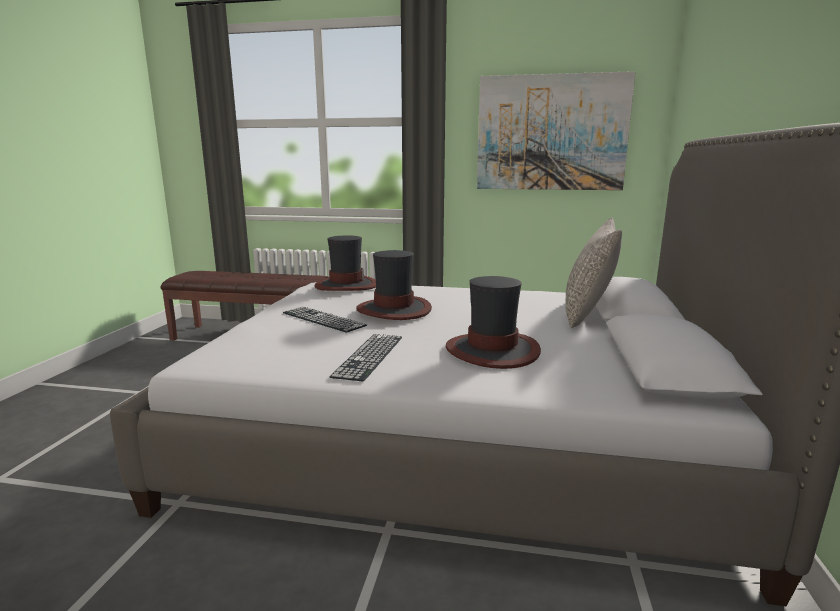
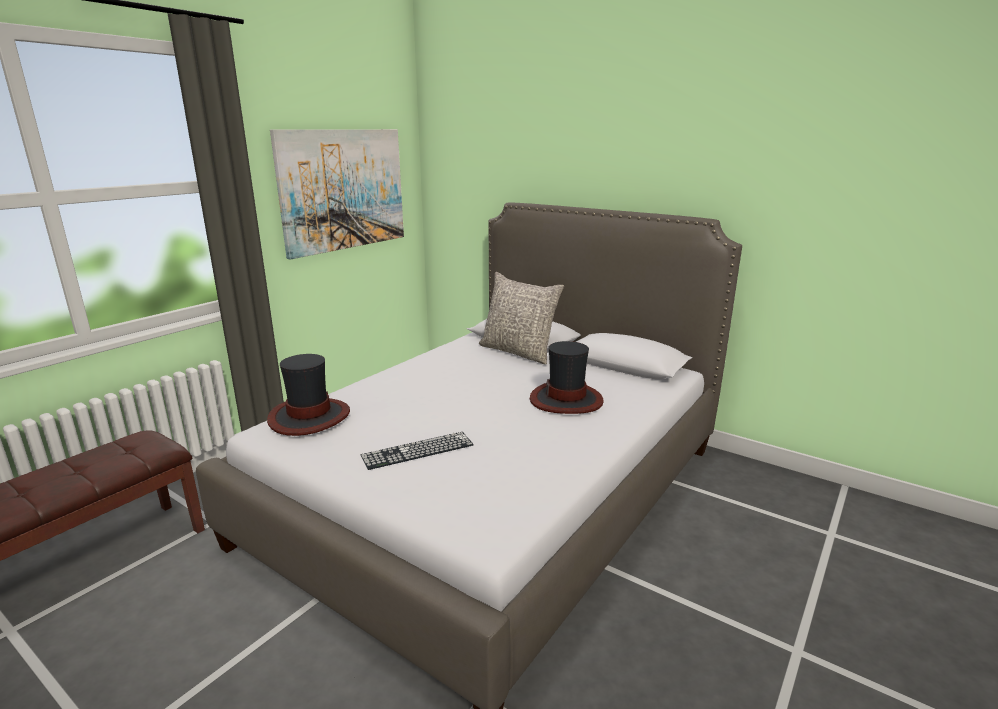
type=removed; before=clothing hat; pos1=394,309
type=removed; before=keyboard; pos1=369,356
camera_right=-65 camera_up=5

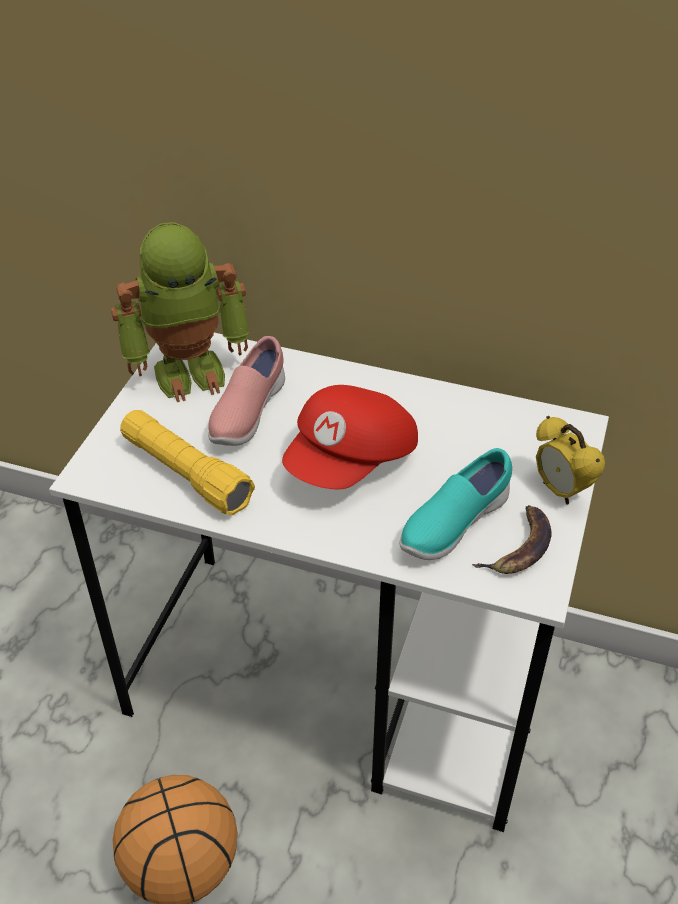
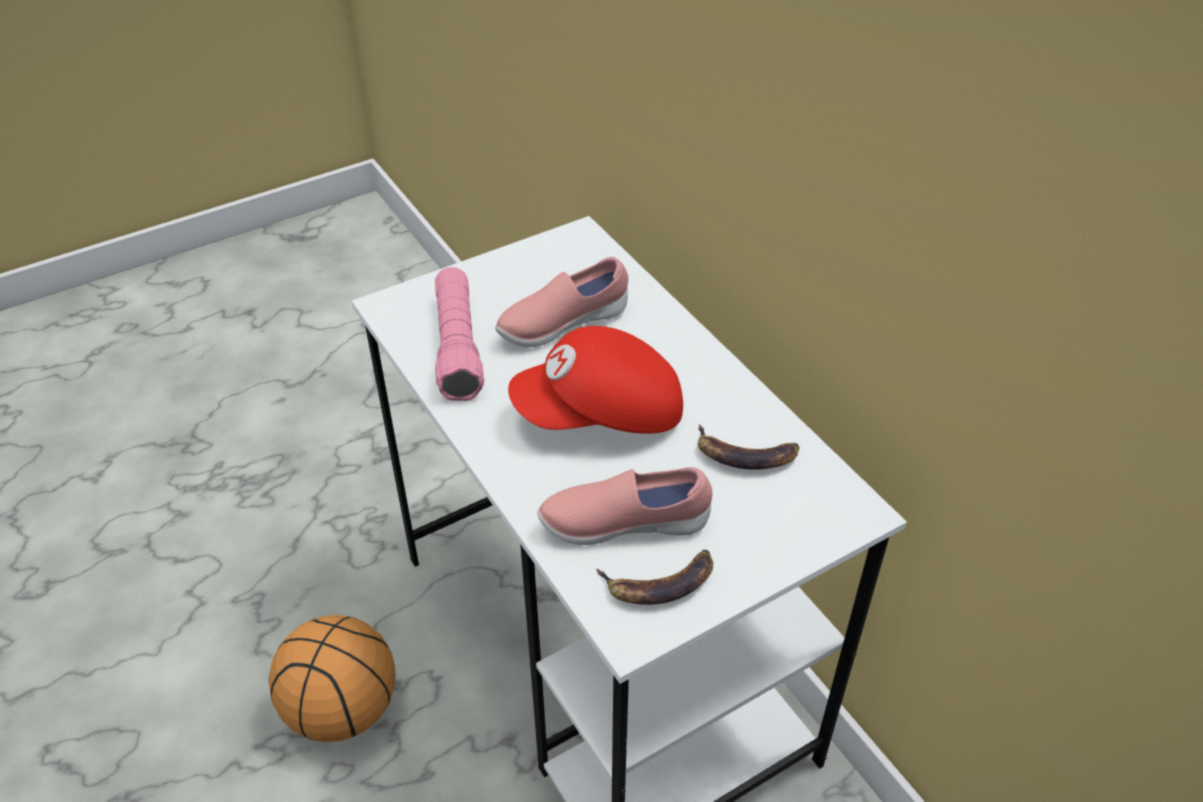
type=removed; before=robot figure; pos1=189,370
type=recoloured; before=yellow flashlight; after=pink-coloured flashlight; pos1=186,474; pos2=457,346
type=removed; before=bedside clock; pos1=560,491
type=recoloured; before=turquoise-coloured item of footwear; after=pink-coloured item of footwear; pos1=453,524; pos2=623,524
type=added; after=banana fruit; pos2=745,454
camera_right=40 camera_up=0

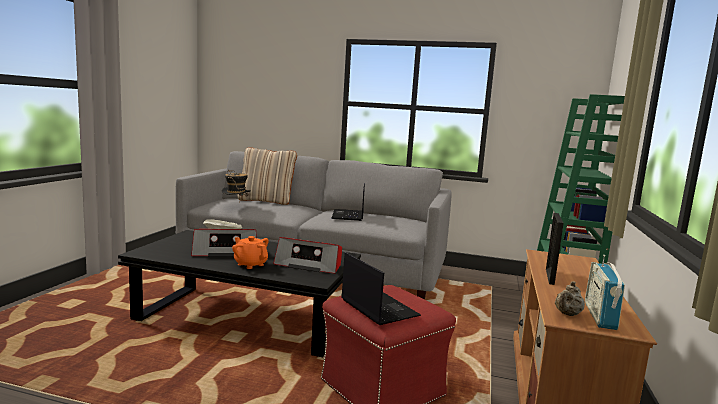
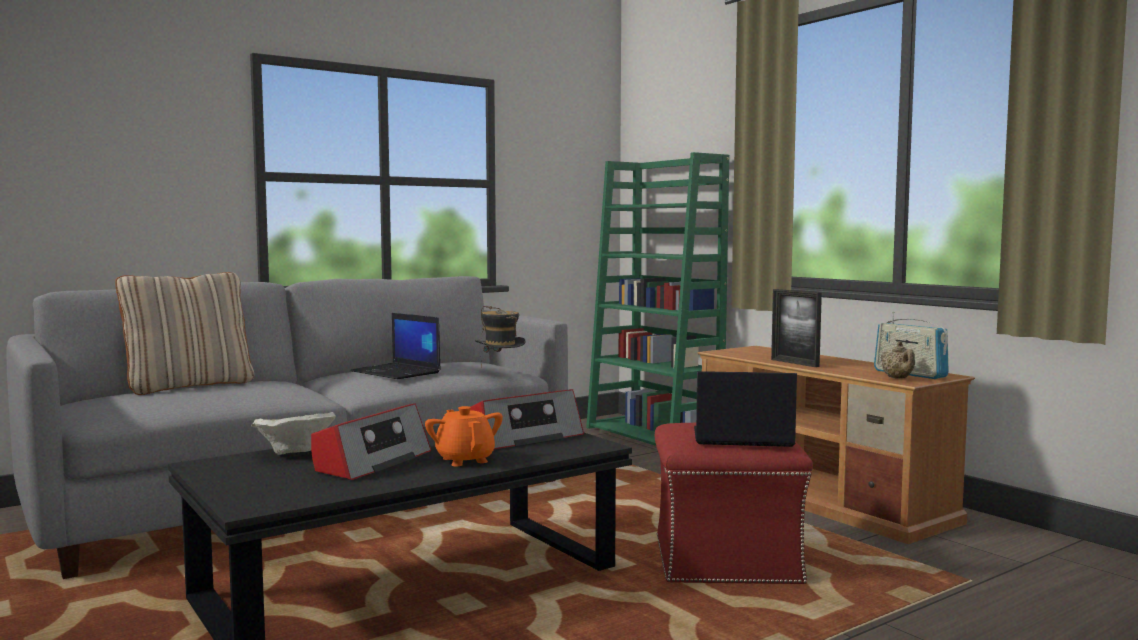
type=moved; before=clothing hat; pos1=236,206; pos2=500,370
type=turned; before=orange teapot; pos1=250,264; pos2=465,460; turn=75
camera_right=-50 camera_up=-5

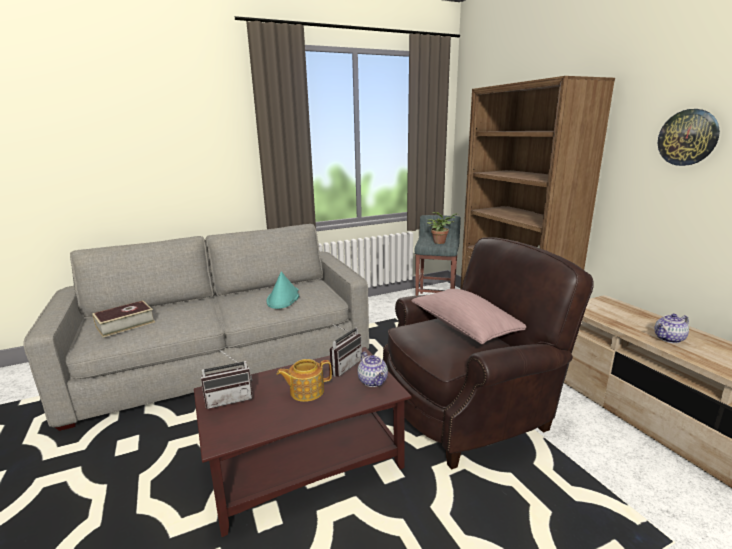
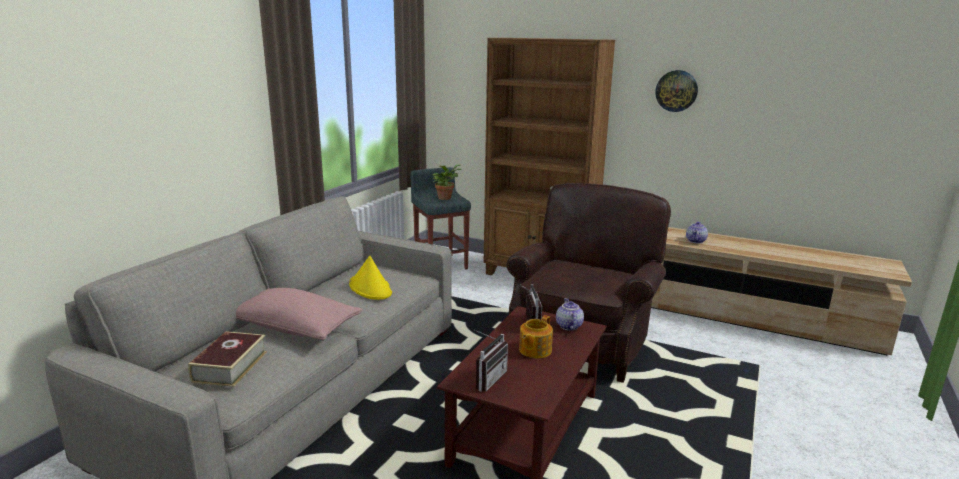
type=recoloured; before=turquoise-coloured clothing hat; after=yellow clothing hat; pos1=283,298; pos2=370,288
type=moved; before=pink-coloured pillow; pos1=465,327; pos2=295,328
type=turned; before=teapot; pos1=373,381; pos2=568,326; turn=-120
camera_right=-40 camera_up=0

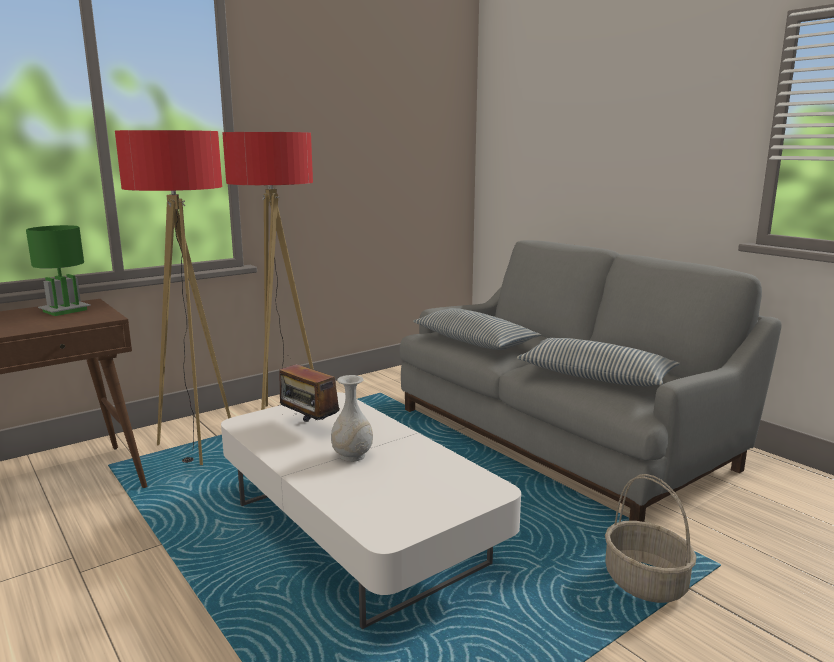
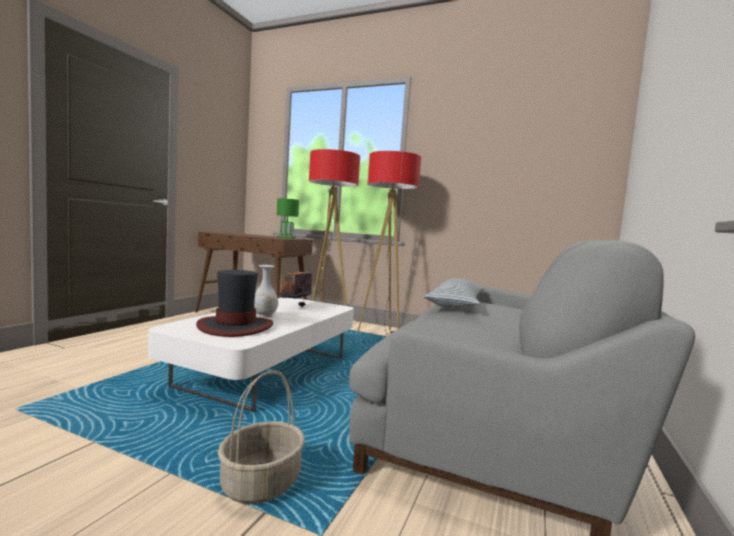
type=removed; before=pillow; pos1=595,376
type=added; after=clothing hat; pos2=235,327
camera_right=60 camera_up=-10

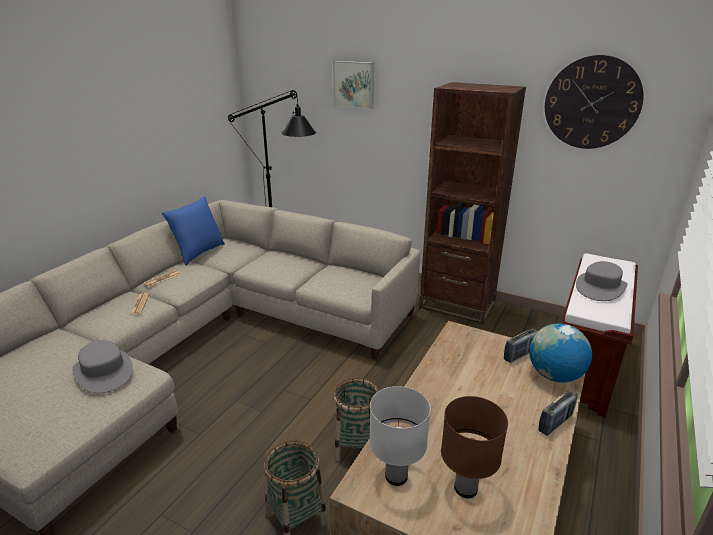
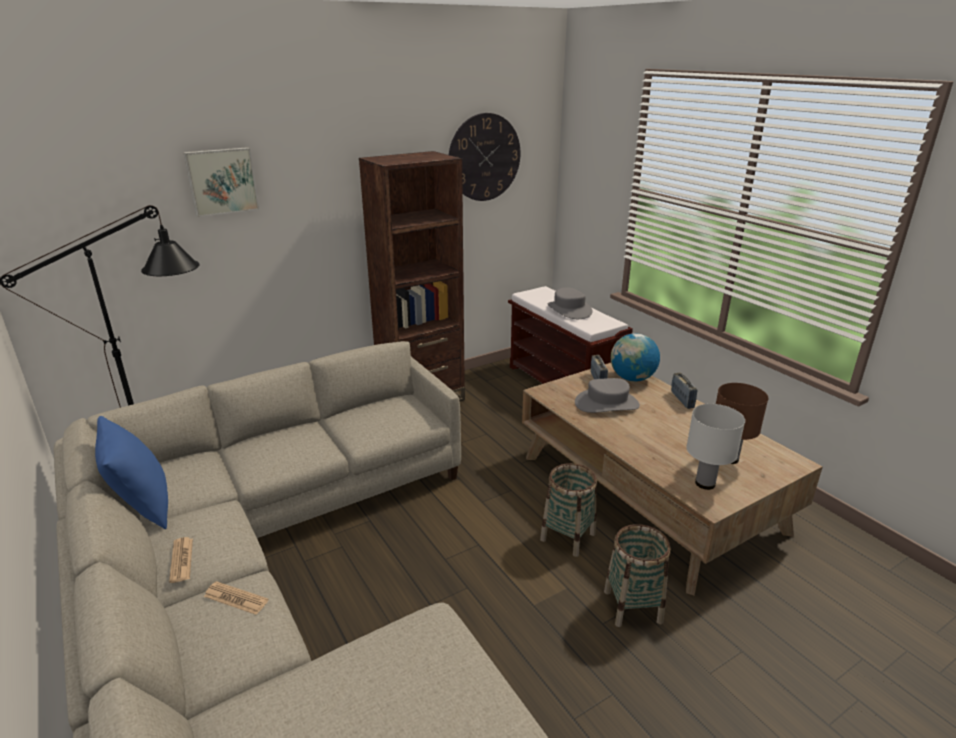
type=moved; before=greyish clothing hat; pos1=104,371; pos2=606,403
camera_right=-60 camera_up=0

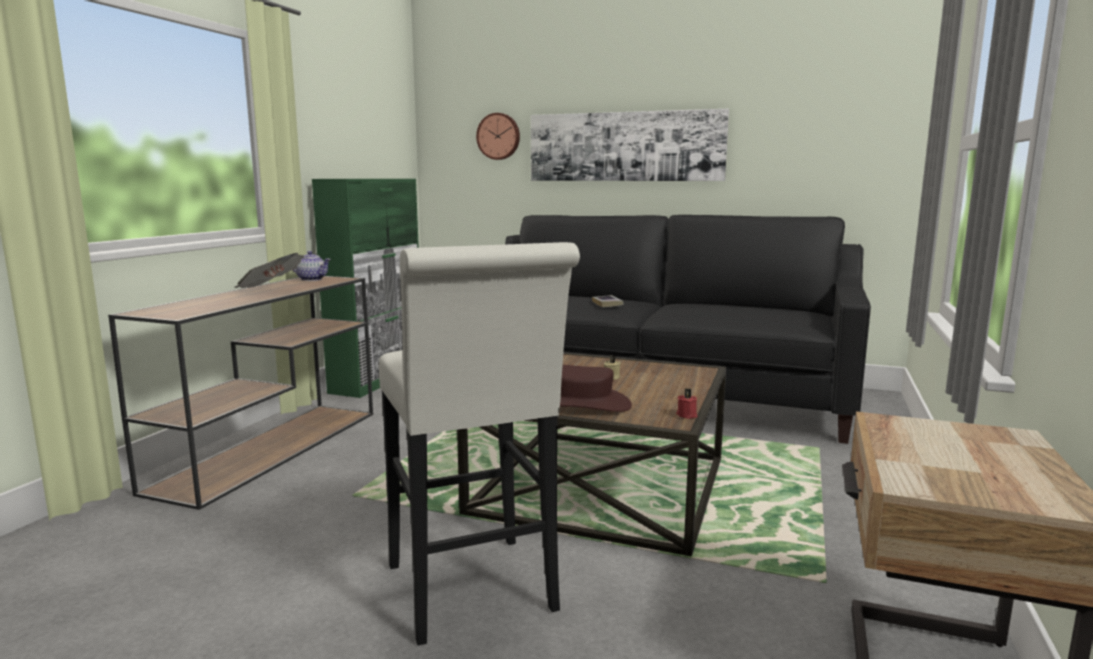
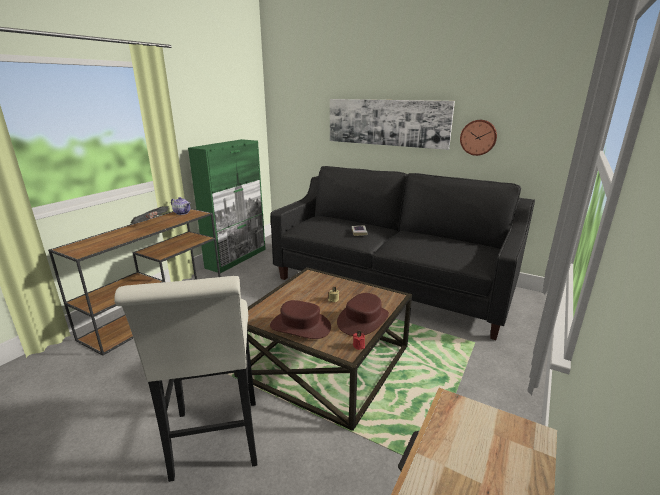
type=moved; before=wall clock; pos1=499,136; pos2=478,137
type=added; after=brownish clothing hat; pos2=363,320
camera_right=10 camera_up=10

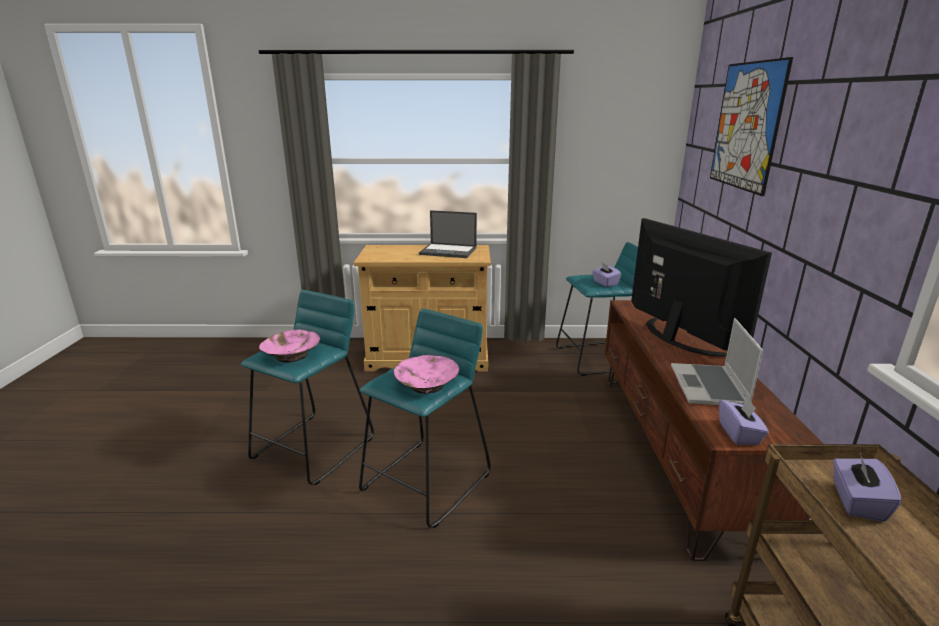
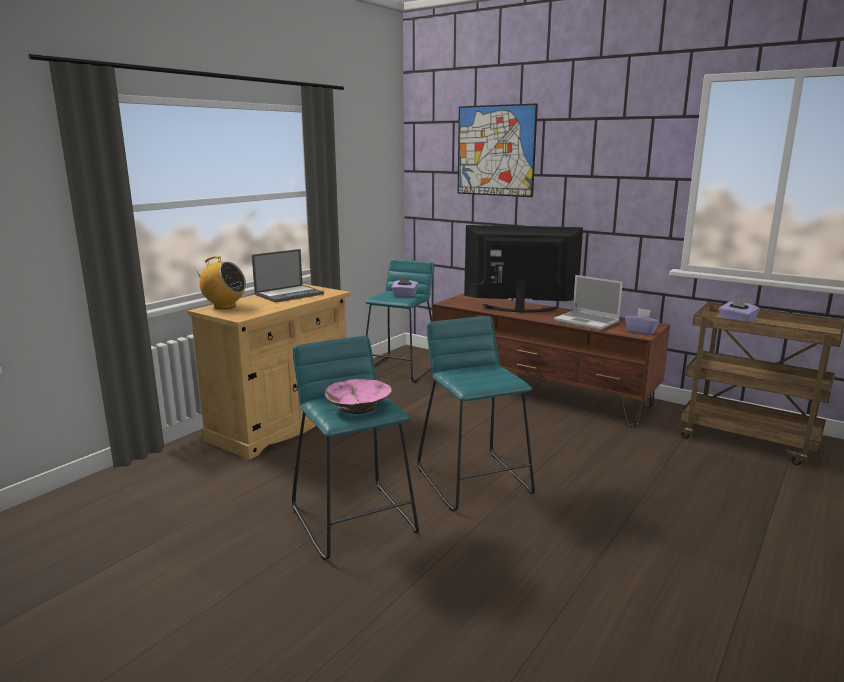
type=removed; before=pink-coloured serving bowl; pos1=426,384
type=added; after=radio; pos2=224,306
camera_right=-55 camera_up=-5

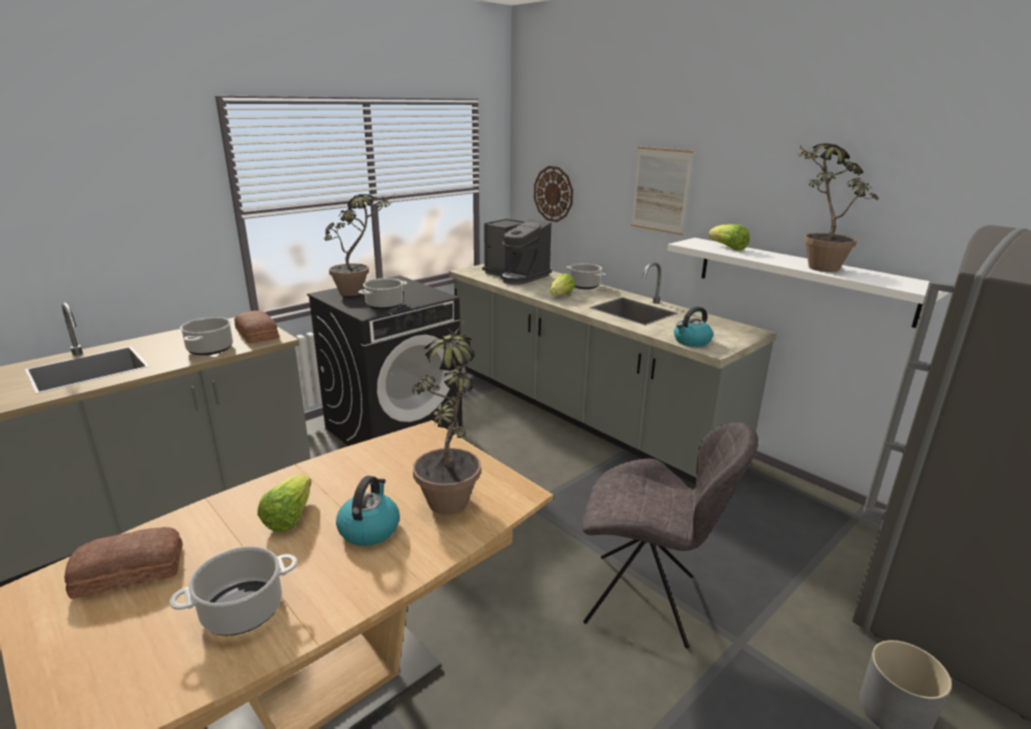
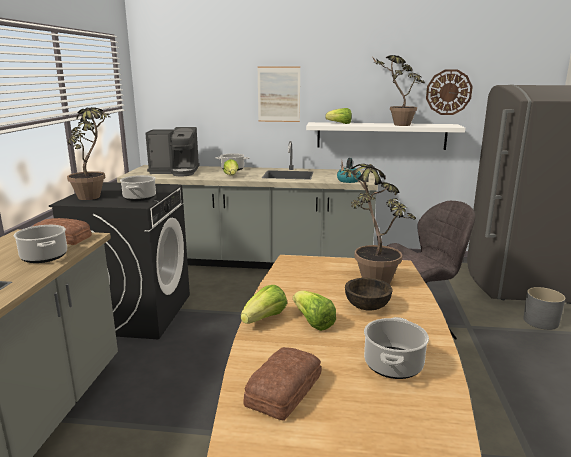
type=moved; before=wall clock; pos1=553,194; pos2=448,92
type=replaced; before=tea kettle; after=brownish serving bowl; pos1=369,529; pos2=367,306
type=added; after=head of lettuce; pos2=265,319
camera_right=-40 camera_up=-5

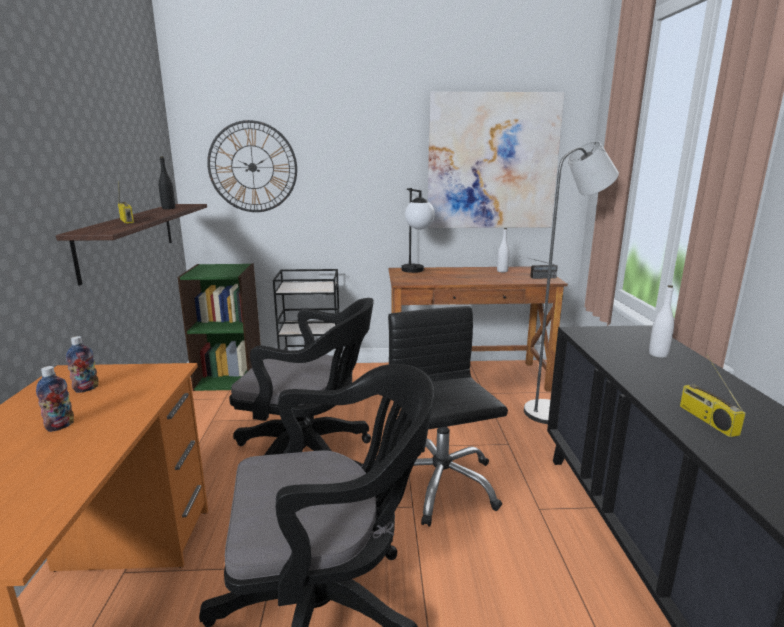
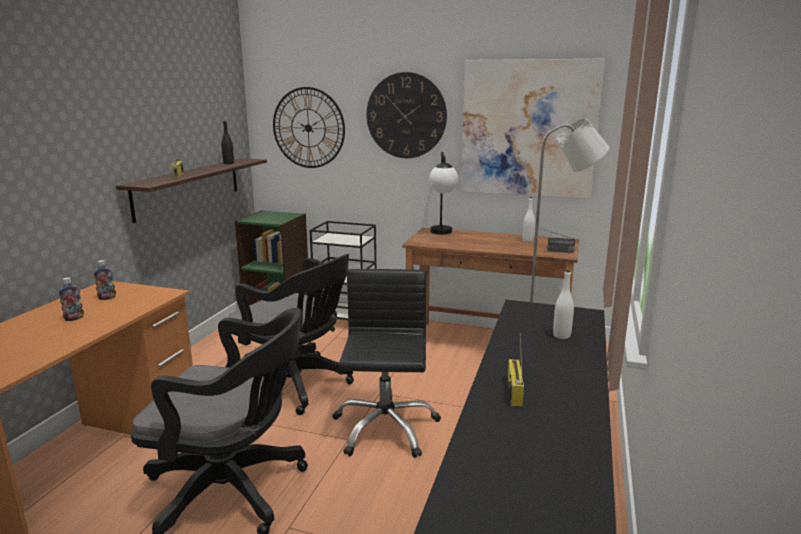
type=added; after=wall clock; pos2=406,116
camera_right=20 camera_up=0

